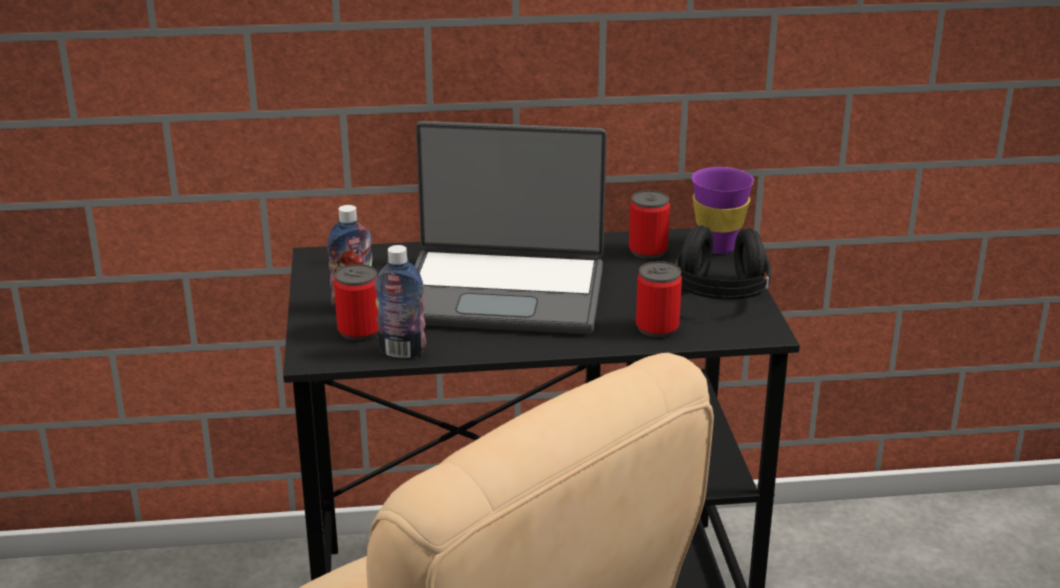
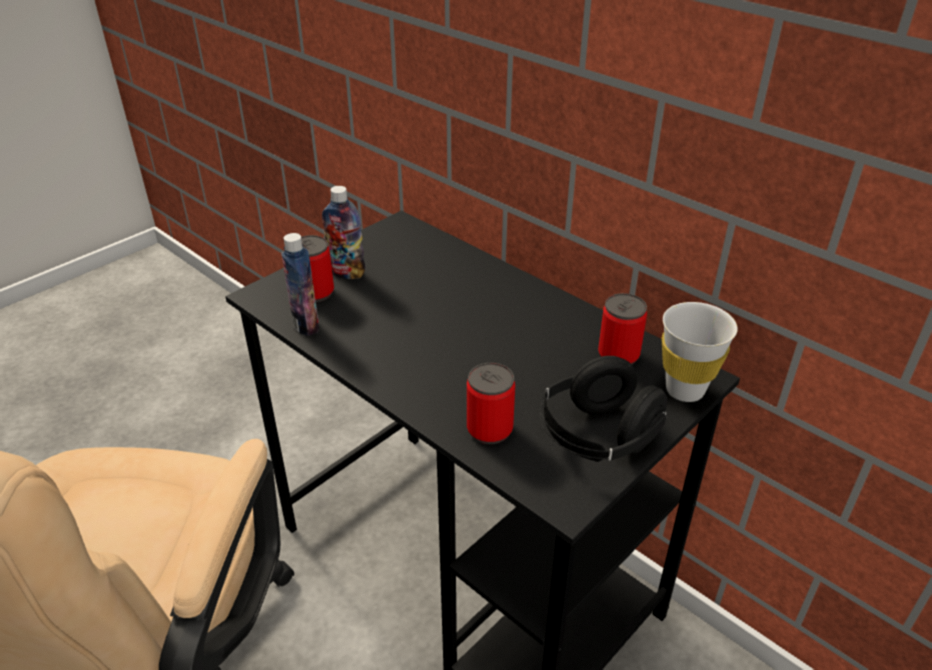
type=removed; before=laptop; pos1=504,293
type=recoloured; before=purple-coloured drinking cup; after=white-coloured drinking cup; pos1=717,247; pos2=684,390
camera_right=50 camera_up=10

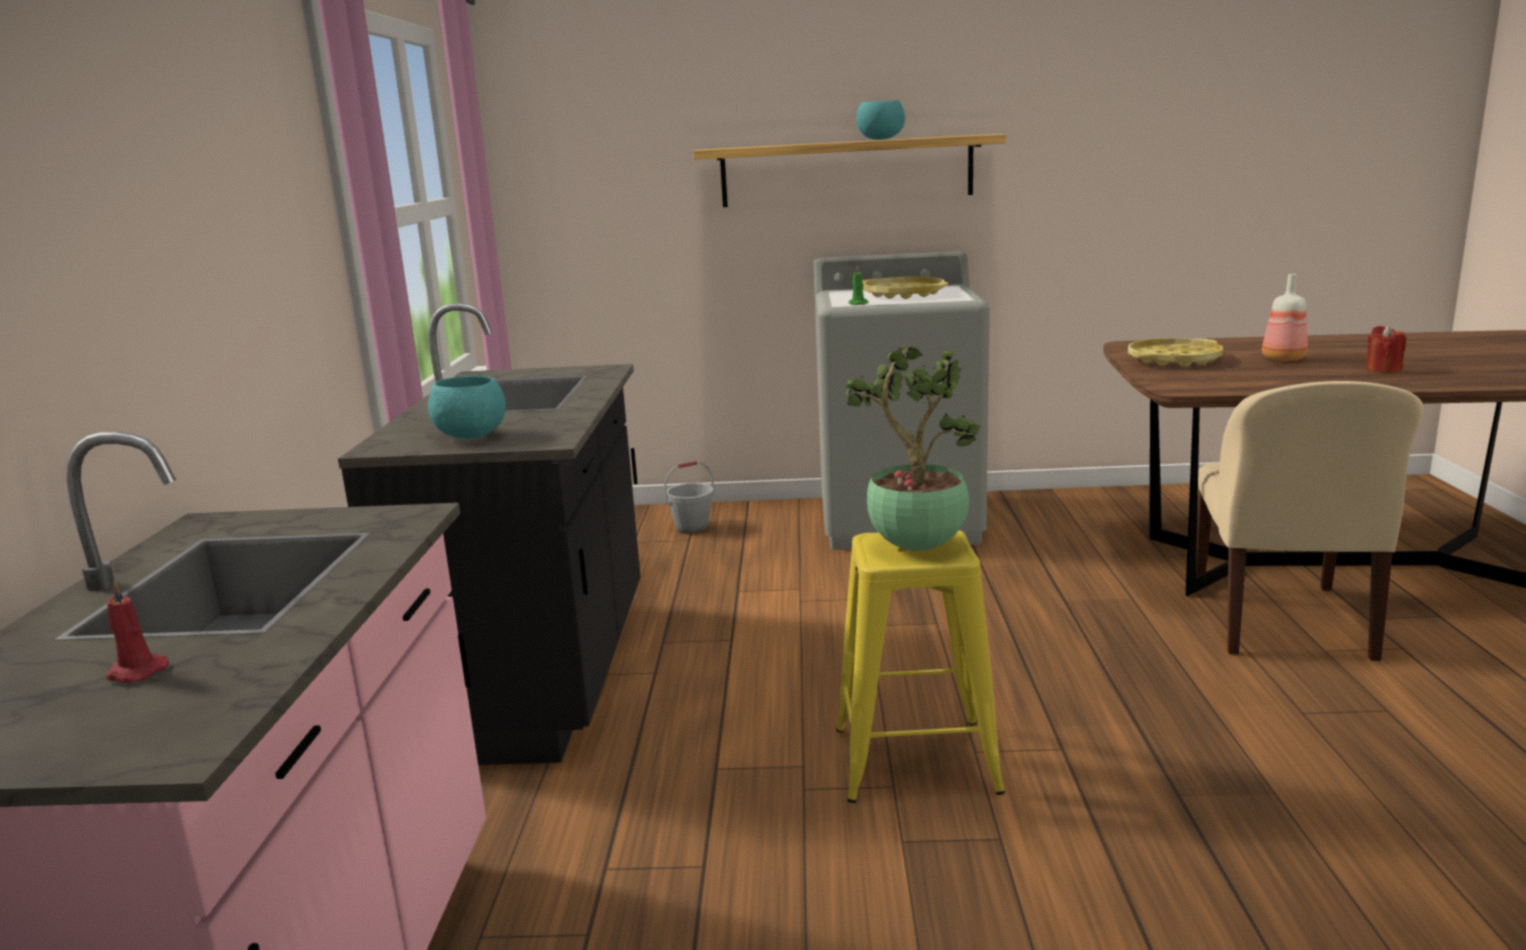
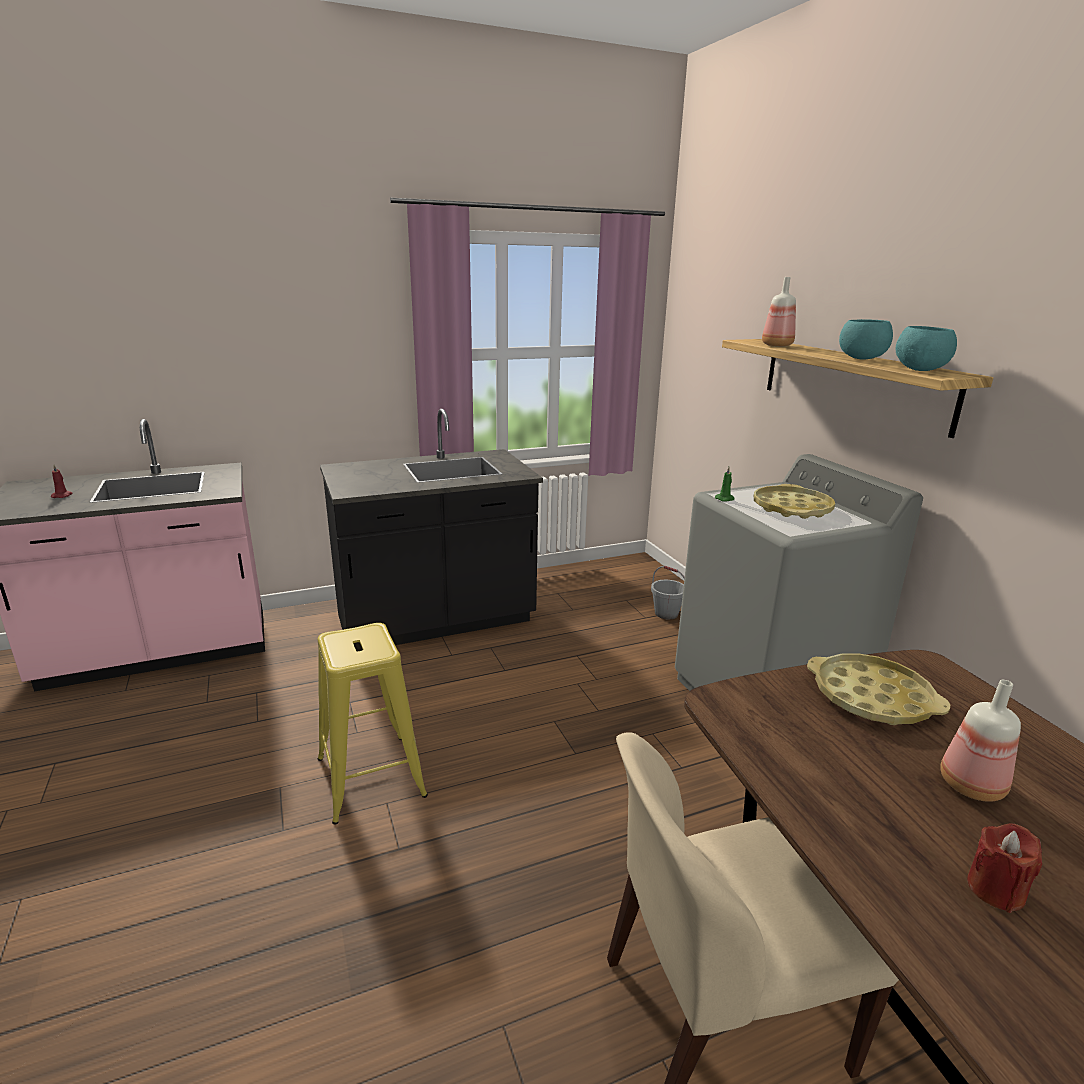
type=removed; before=houseplant; pos1=914,547
type=moved; before=turquoise-coloured serving bowl; pos1=471,437; pos2=919,370
type=added; after=beverage bottle; pos2=776,345
camera_right=65 camera_up=5

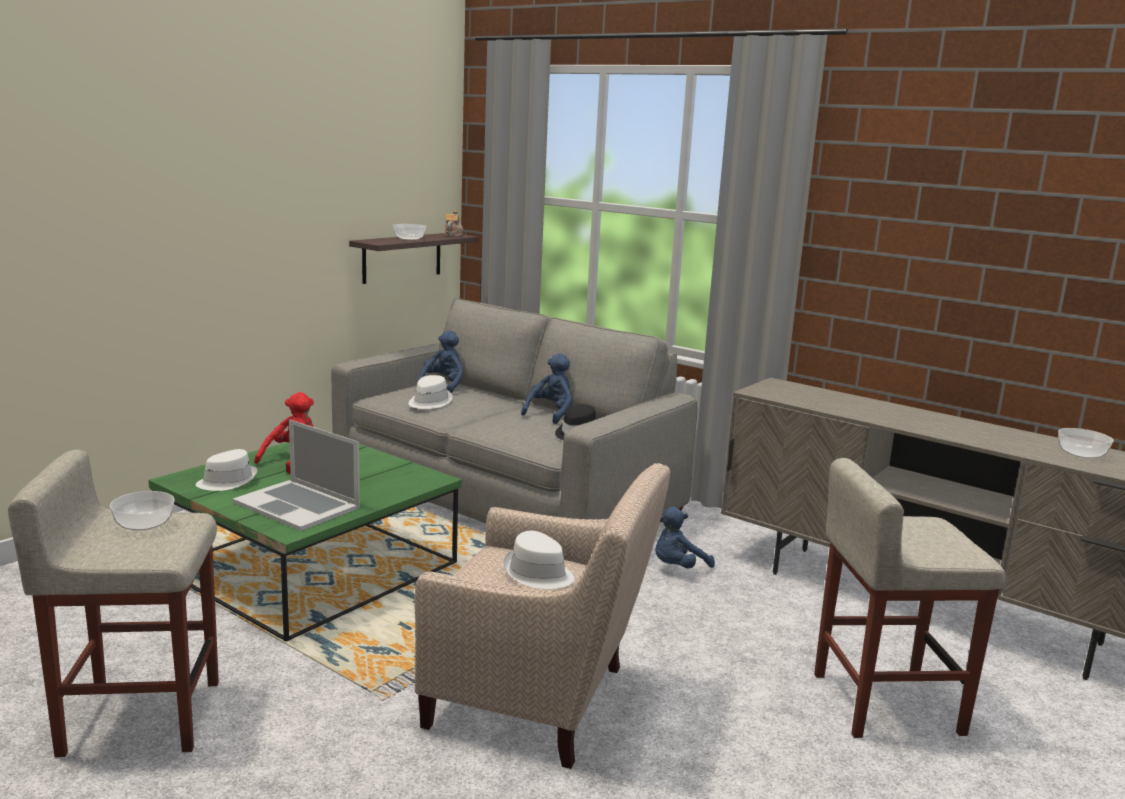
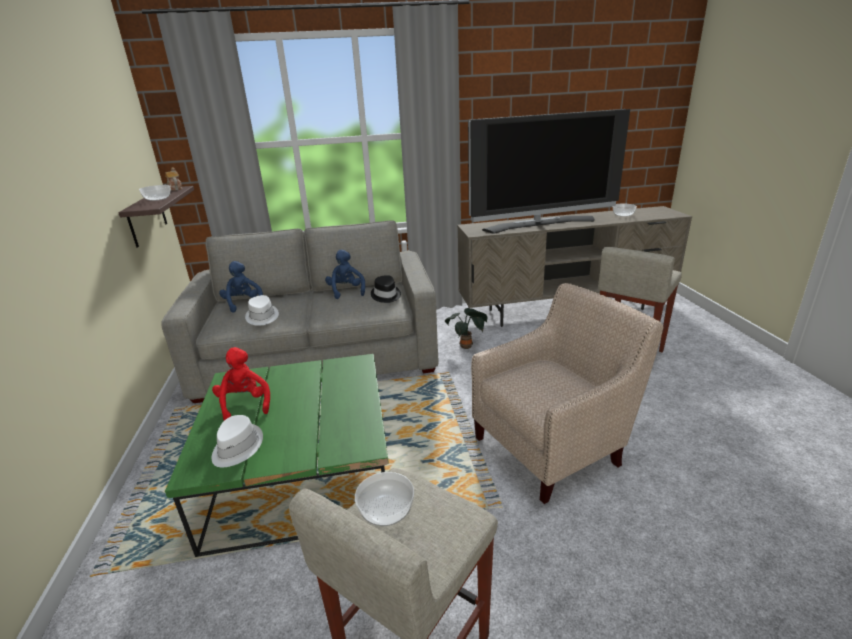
type=removed; before=laptop; pos1=297,505
type=replaced; before=blue soft toy; after=houseplant; pos1=677,568; pos2=467,346
type=removed; before=white-coloured clothing hat; pos1=538,574
type=added; after=TV set; pos2=540,224
camera_right=-45 camera_up=10

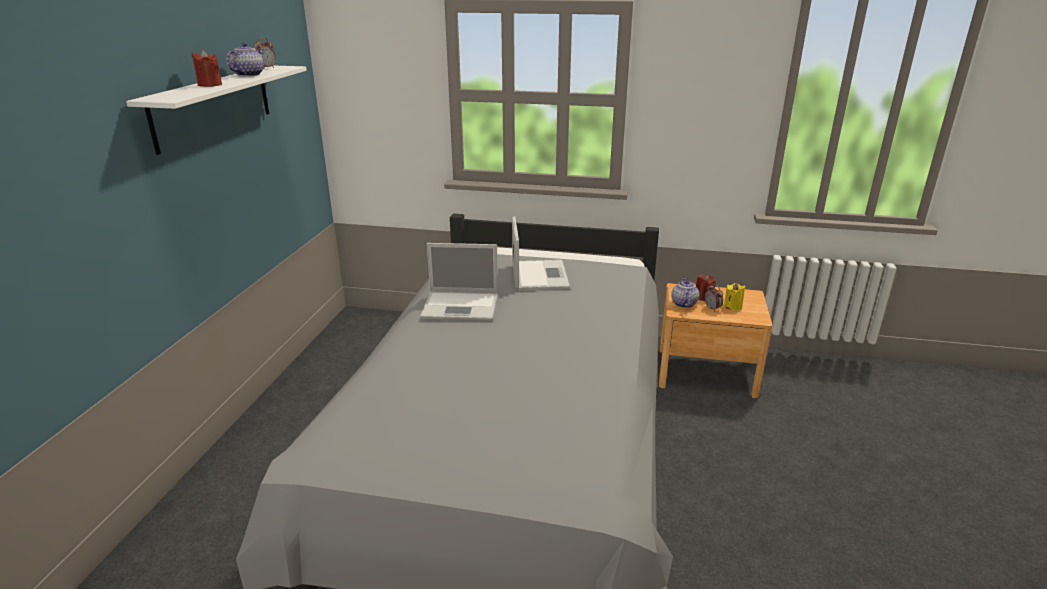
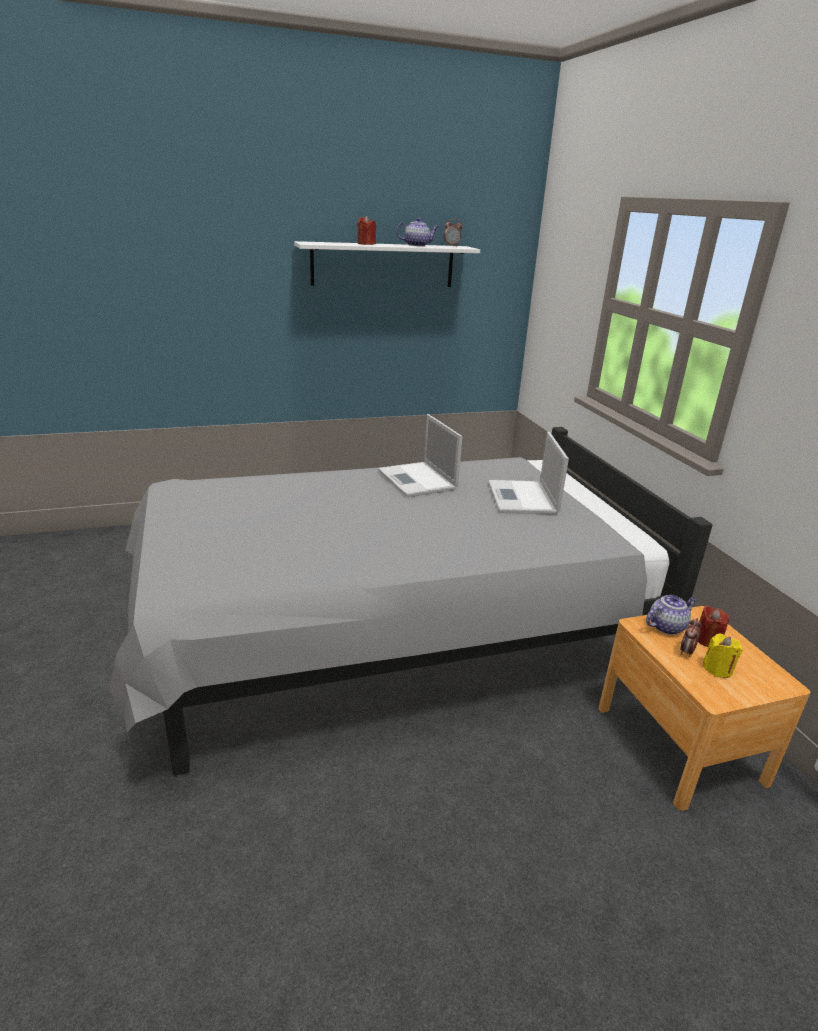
type=turned; before=laptop; pos1=539,275; pos2=523,498; turn=120
camera_right=60 camera_up=0

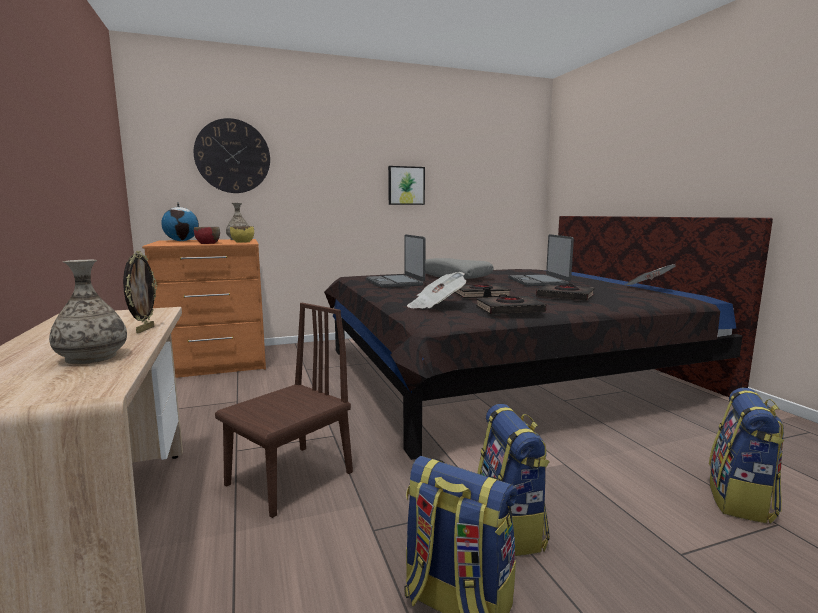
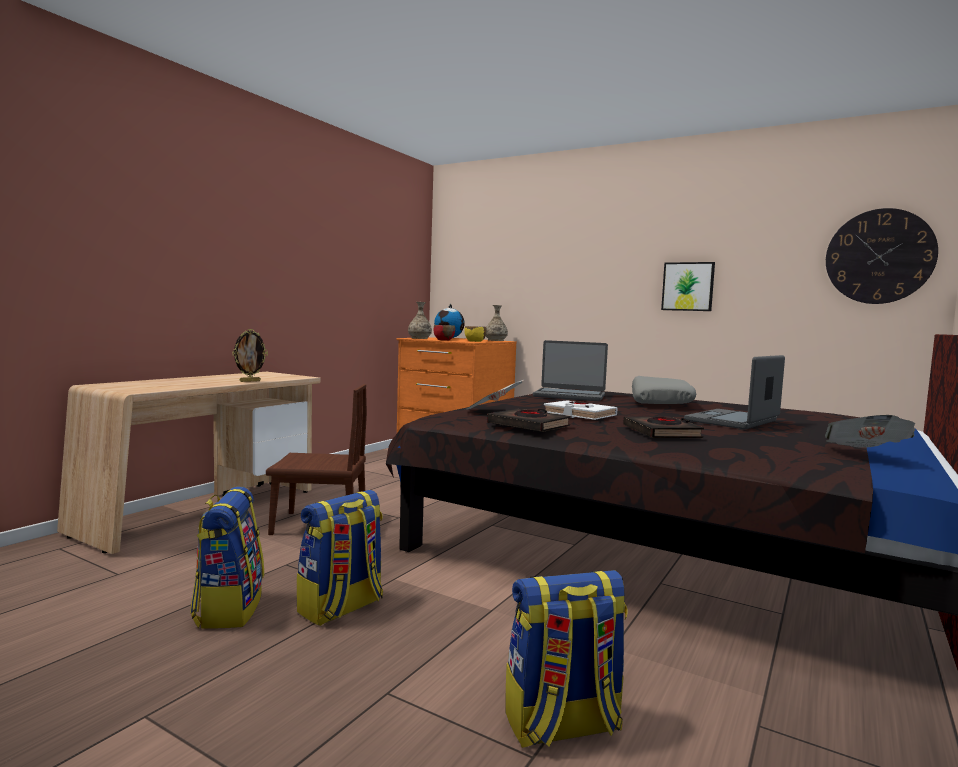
type=moved; before=wall clock; pos1=232,156; pos2=879,256
type=turned; before=laptop; pos1=395,282; pos2=569,396; turn=-105
type=moved; before=flower vase; pos1=92,357; pos2=419,338
type=recoloured; before=black-coloured volume; after=white-coloured volume; pos1=480,295; pos2=579,415
camera_right=50 camera_up=-5

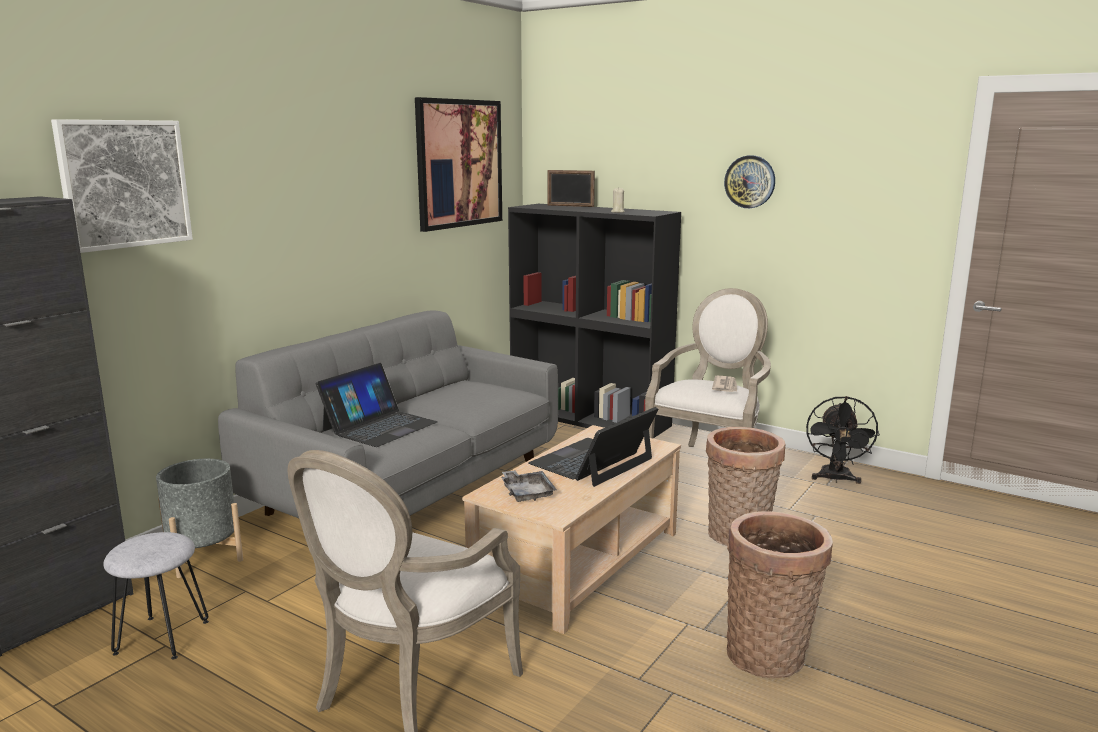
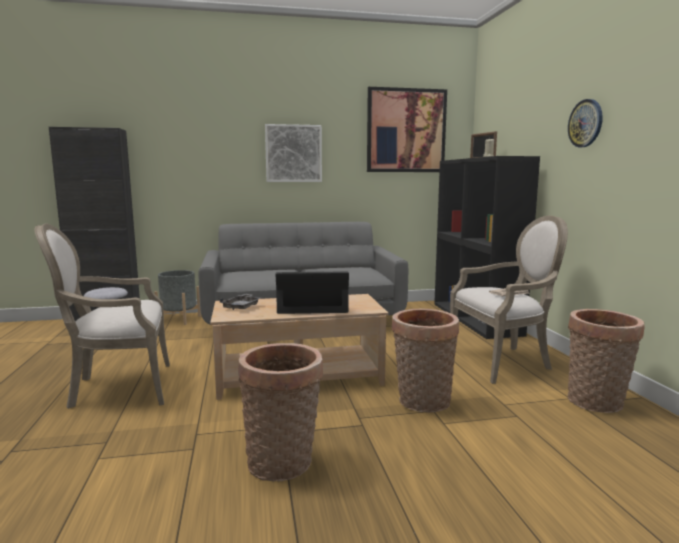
type=moved; before=picture; pos1=124,184; pos2=293,153
type=removed; before=laptop; pos1=379,426
type=replaced; before=black-coloured electric fan; after=household basket; pos1=835,479; pos2=596,403
camera_right=45 camera_up=-5

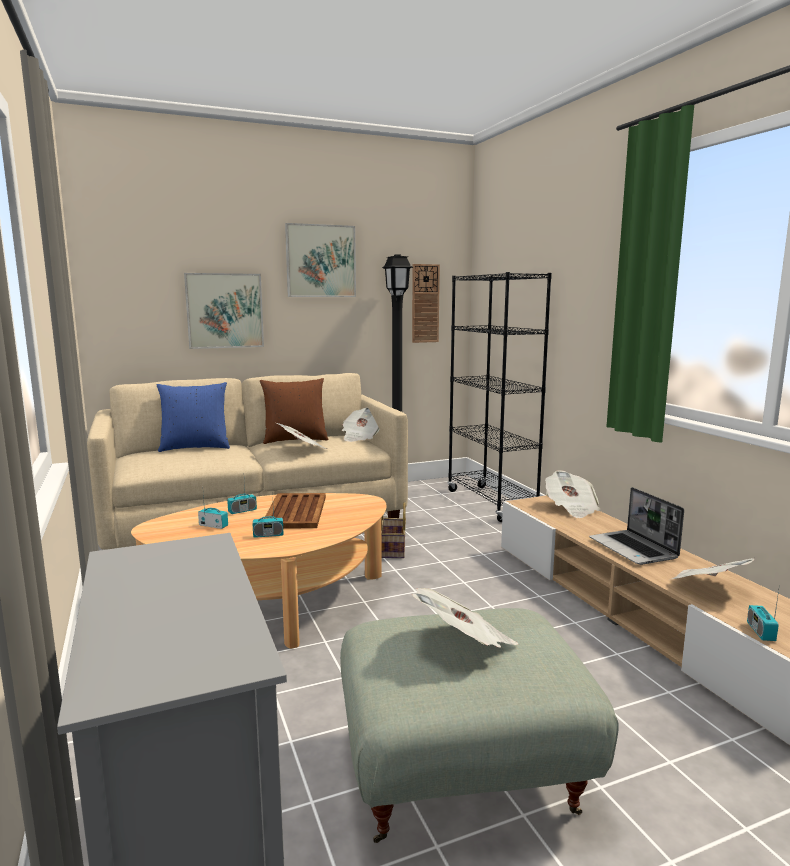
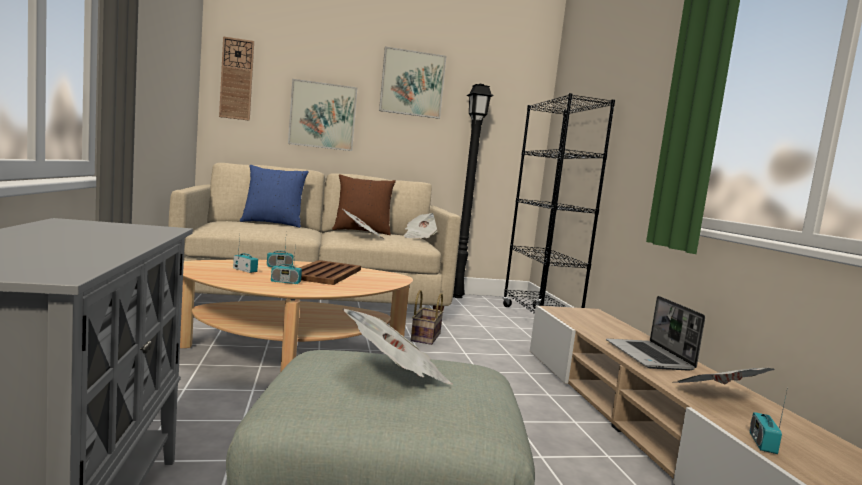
type=moved; before=wall clock; pos1=425,303; pos2=236,79
type=removed; before=newspaper; pos1=571,508
camera_right=10 camera_up=-5

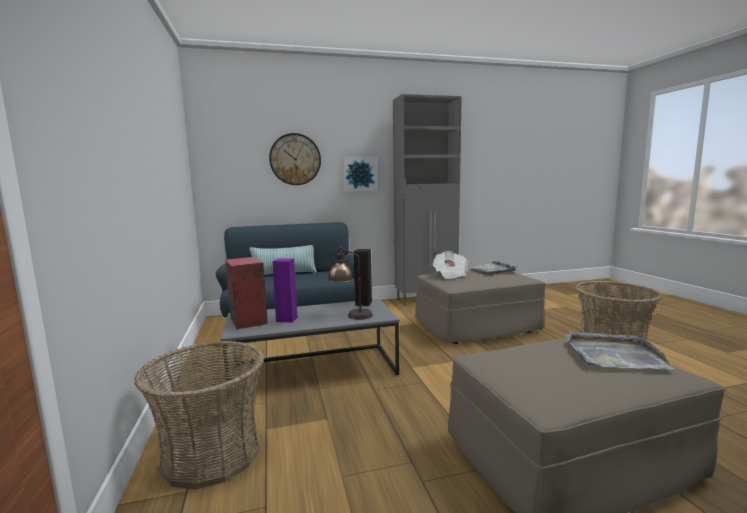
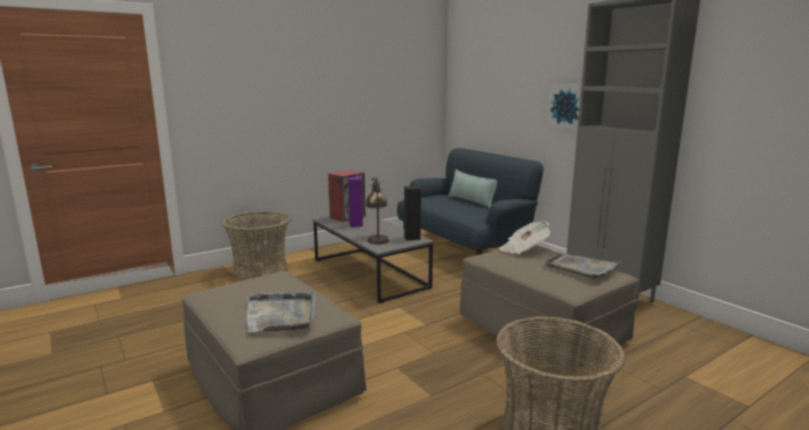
type=removed; before=wall clock; pos1=295,159
camera_right=70 camera_up=5

